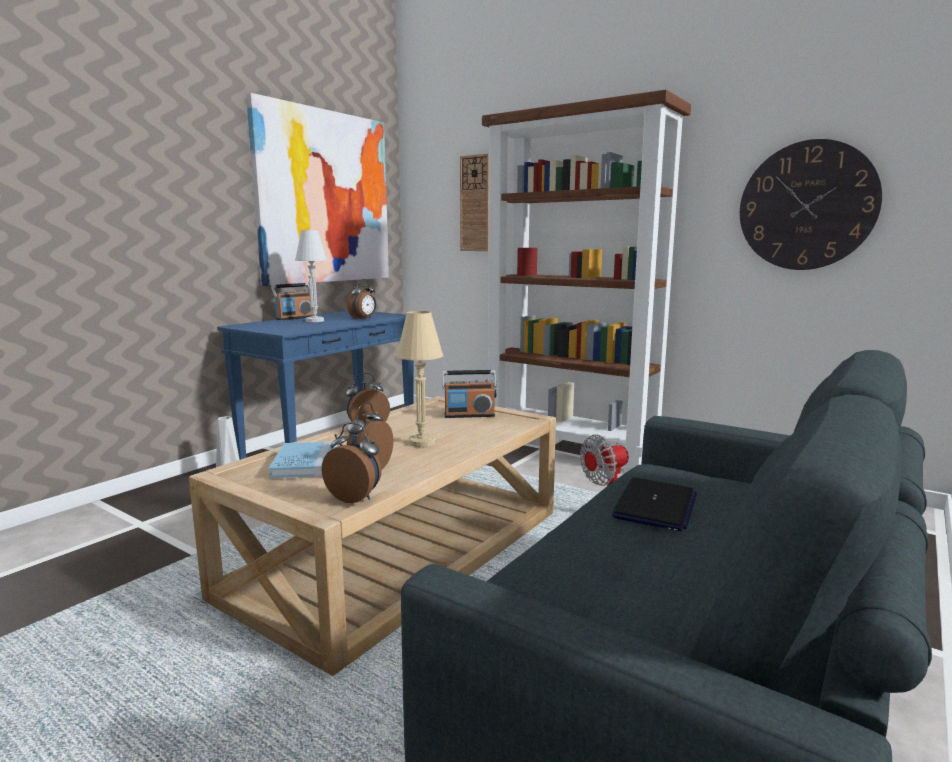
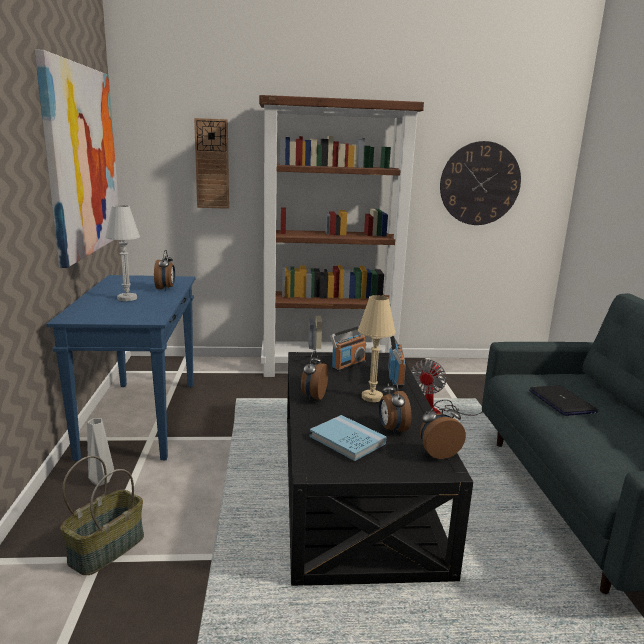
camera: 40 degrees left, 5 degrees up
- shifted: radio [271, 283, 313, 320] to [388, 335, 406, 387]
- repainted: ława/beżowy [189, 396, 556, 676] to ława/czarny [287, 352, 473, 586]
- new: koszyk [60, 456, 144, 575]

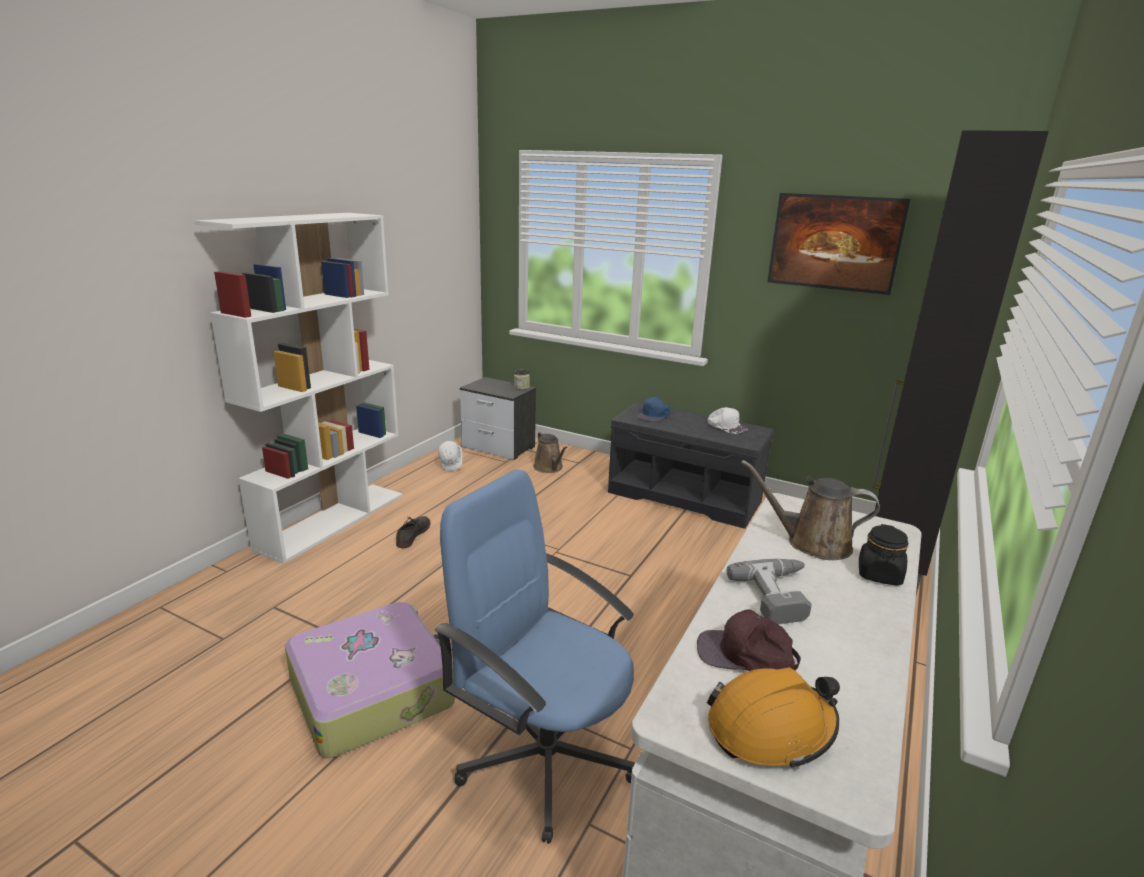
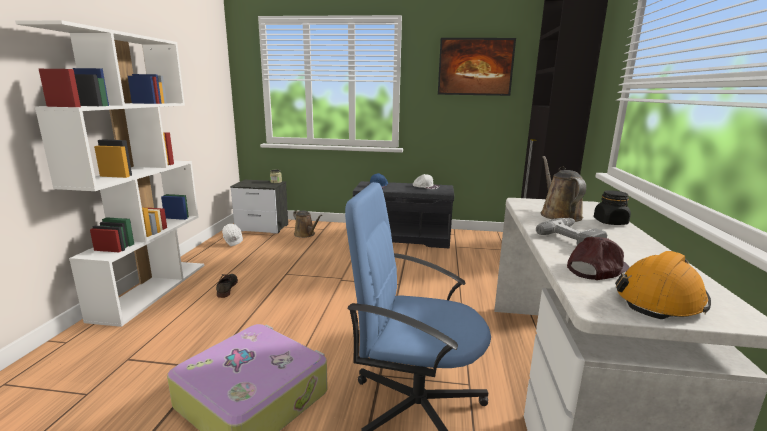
camera: 20 degrees left, 5 degrees down
- rotated: konewka/brązowy [741, 460, 880, 560] = [540, 156, 586, 222] 90 degrees clockwise
- rotated: czapka z daszkiem/brązowy [697, 609, 801, 671] = [567, 237, 630, 280] 150 degrees clockwise

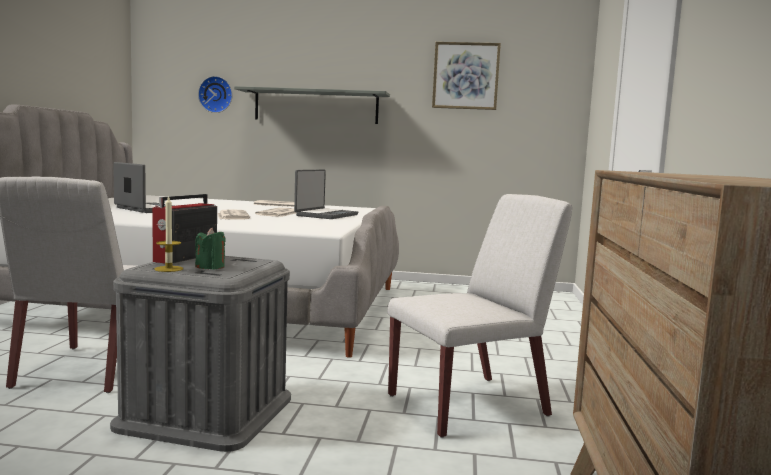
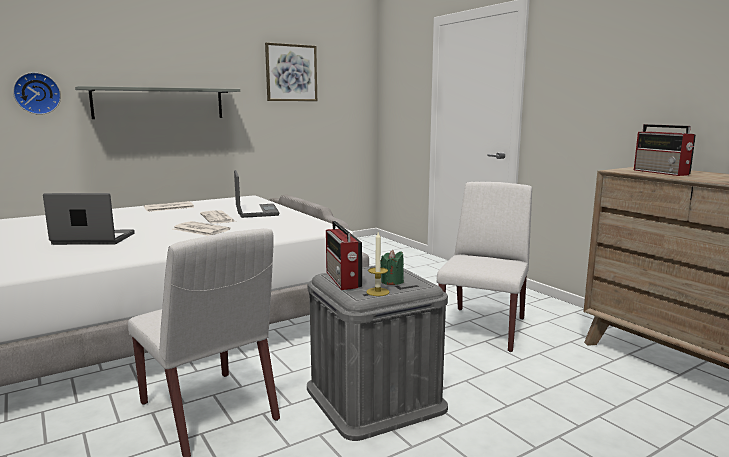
camera: 40 degrees left, 5 degrees up
- new: radio [634, 124, 696, 176]

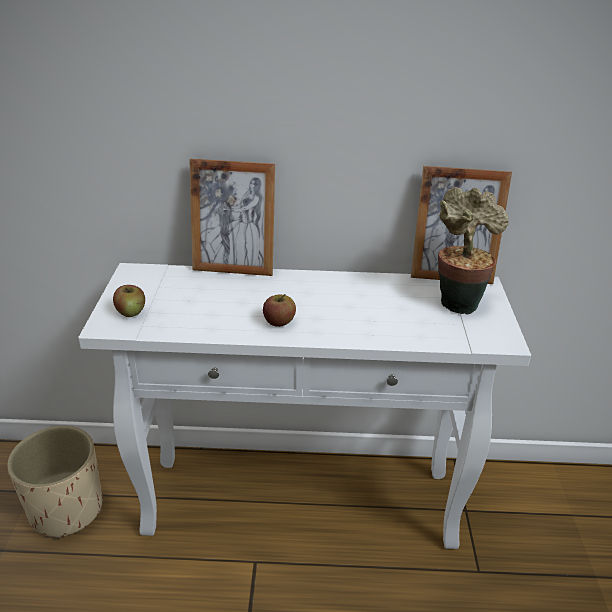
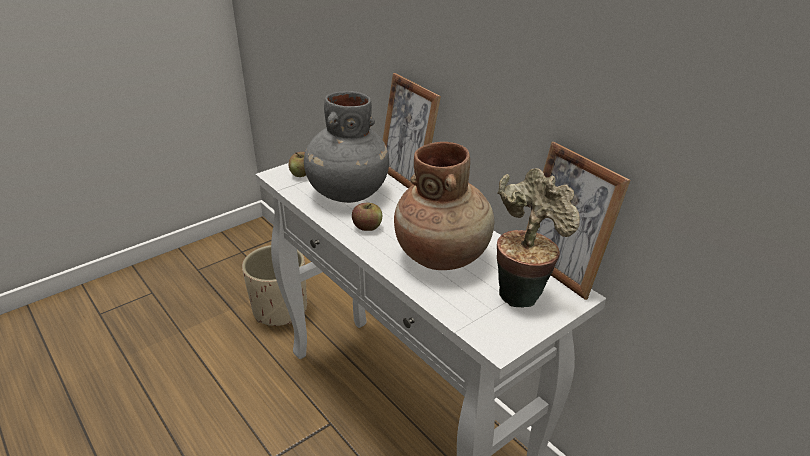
camera: 50 degrees right, 0 degrees up
- new: wazon/szary [304, 91, 389, 203]
- new: wazon/brązowy [394, 142, 494, 270]

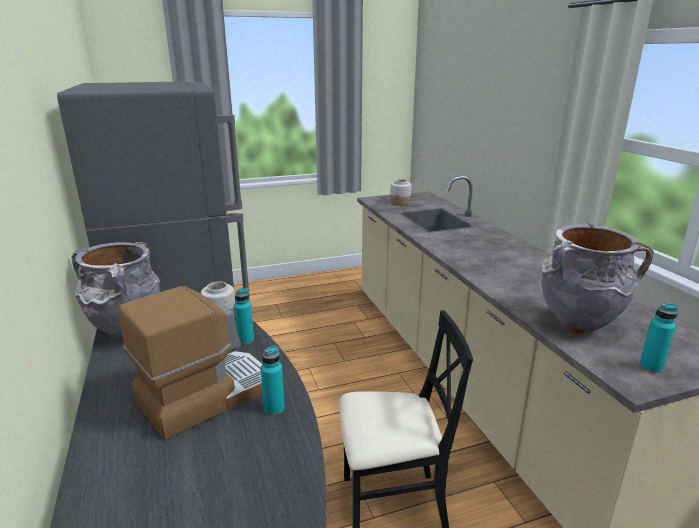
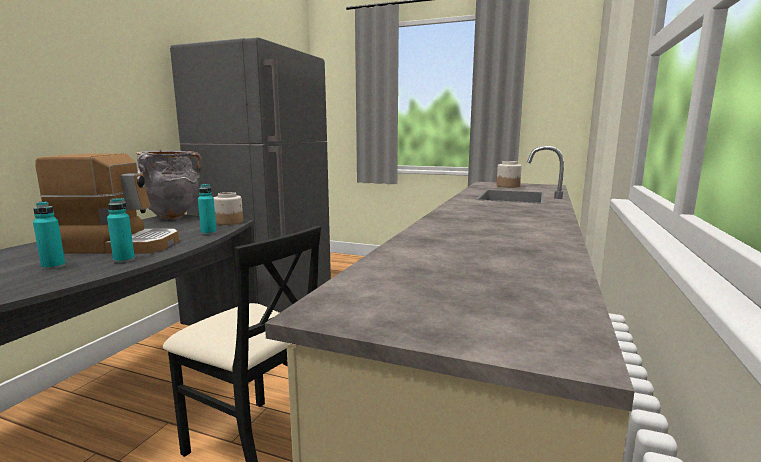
camera: 40 degrees right, 10 degrees down
- gone: wazon/szary [540, 222, 654, 335]
- shifted: butelka/turkusowy [639, 303, 679, 373] to [33, 201, 66, 270]

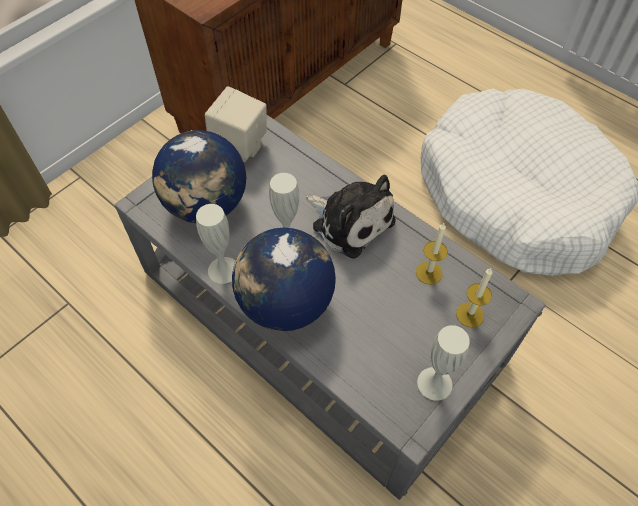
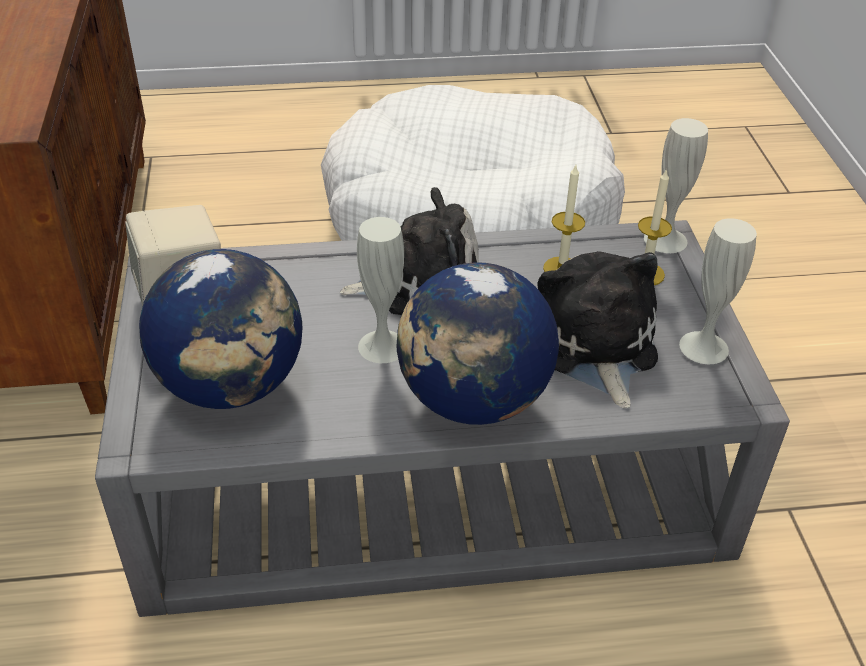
camera: 50 degrees left, 15 degrees down
- shifted: wazon/biały [196, 204, 235, 284] to [644, 118, 708, 253]
- new: pluszak [537, 251, 658, 408]

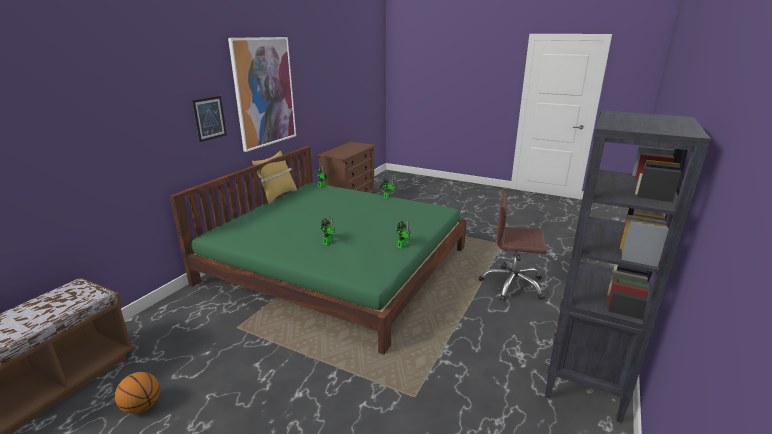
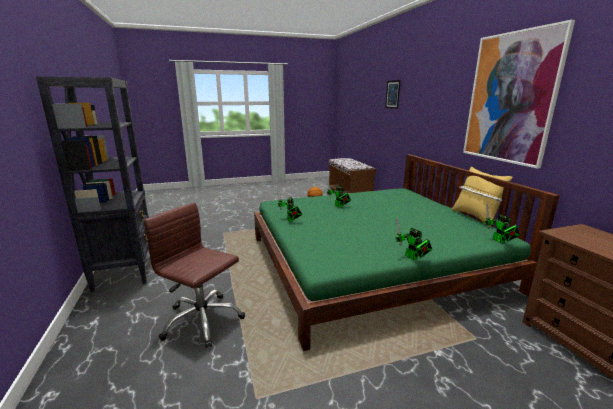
camera: 135 degrees right, 5 degrees down
- shifted: obraz [192, 96, 227, 142] to [385, 80, 401, 109]
- rotated: krzesło biurowe/brązowy [479, 190, 546, 301] = [143, 202, 245, 348] 120 degrees counterclockwise

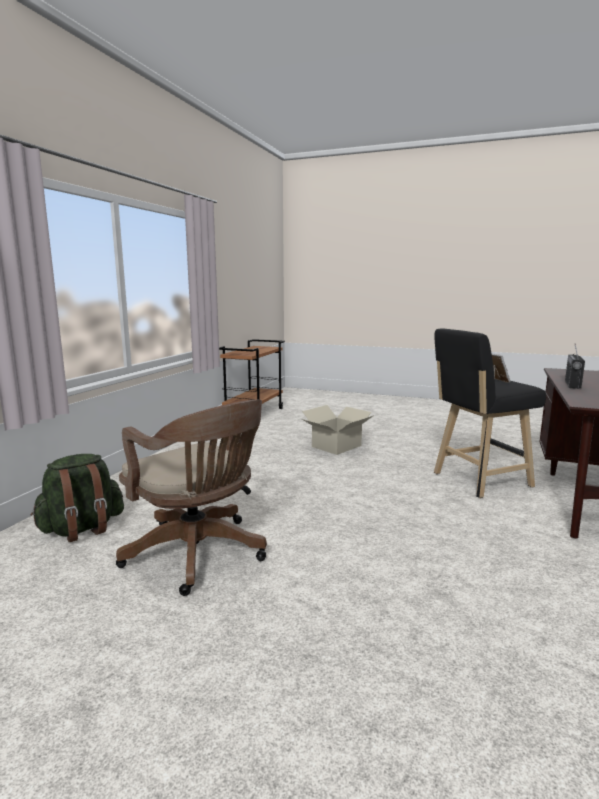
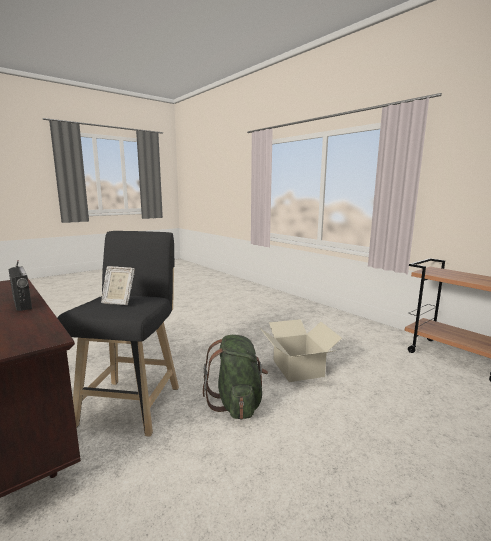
camera: 120 degrees right, 0 degrees up
- gone: krzesło biurowe/brązowy [116, 400, 267, 596]
- shifted: plecak/zielony [31, 454, 124, 542] to [203, 335, 268, 420]

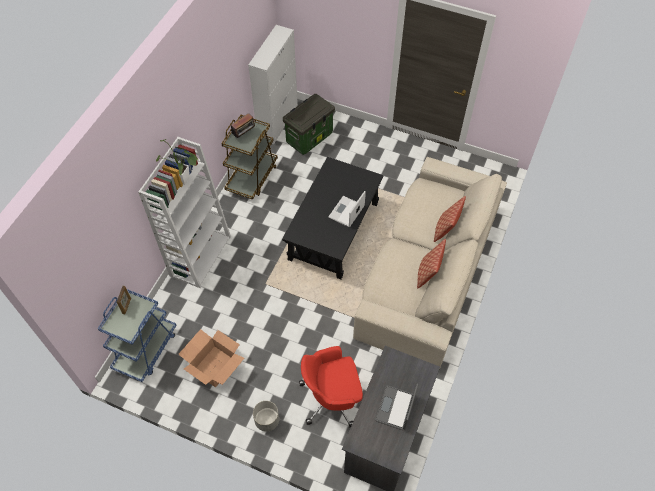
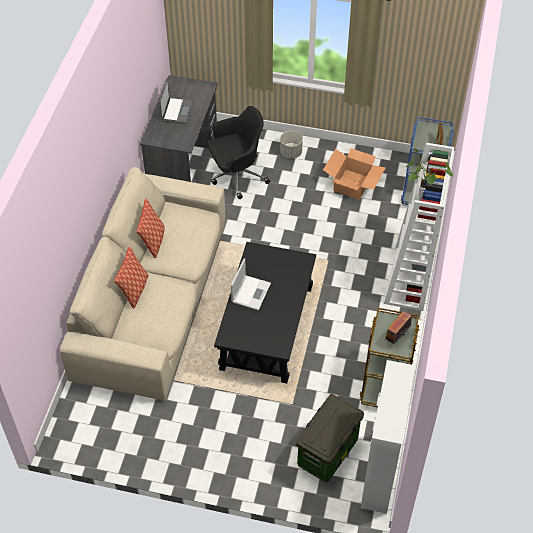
camera: 170 degrees right, 5 degrees down
- repainted: krzesło biurowe/czerwony [299, 346, 363, 427] to krzesło biurowe/czarny [208, 106, 270, 199]

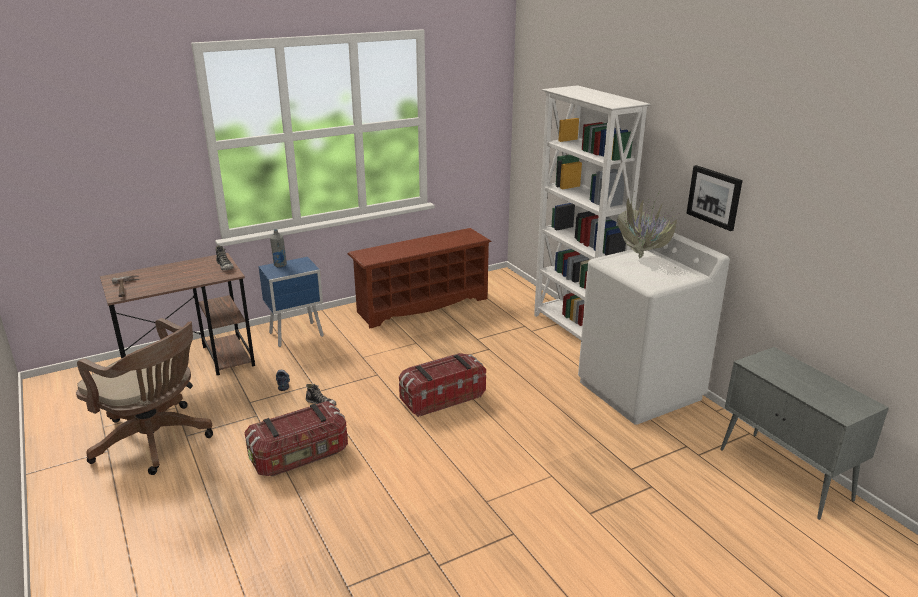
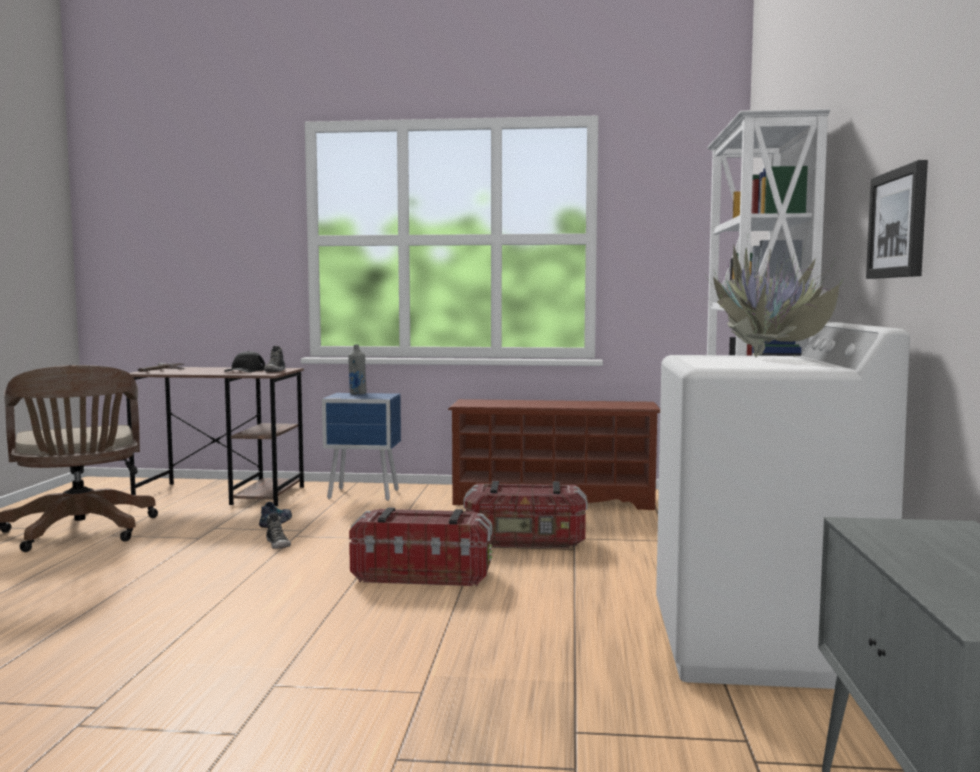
camera: 35 degrees right, 20 degrees down
- shifted: pojemnik do przechowywania [244, 401, 348, 476] to [463, 481, 588, 548]
- new: czapka z daszkiem/czarny [224, 351, 265, 372]

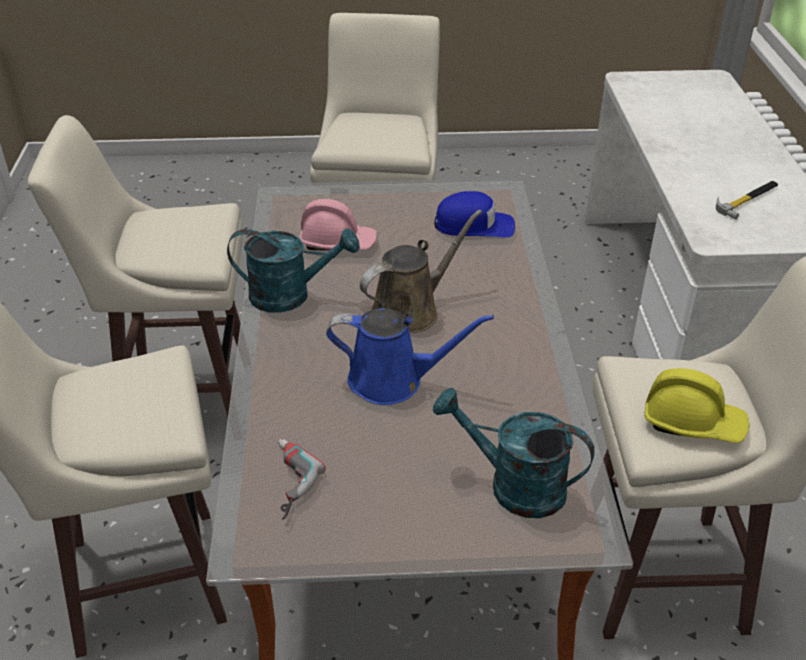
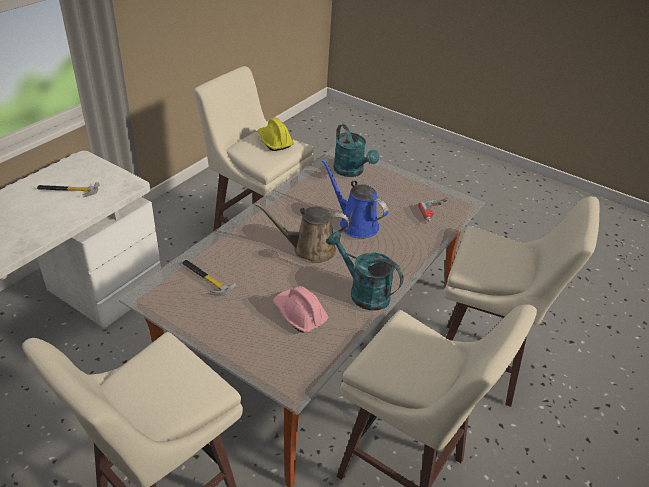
camera: 145 degrees left, 0 degrees up
- swapped: czapka z daszkiem/niebieski [434, 191, 515, 238] to młotek [182, 260, 237, 296]

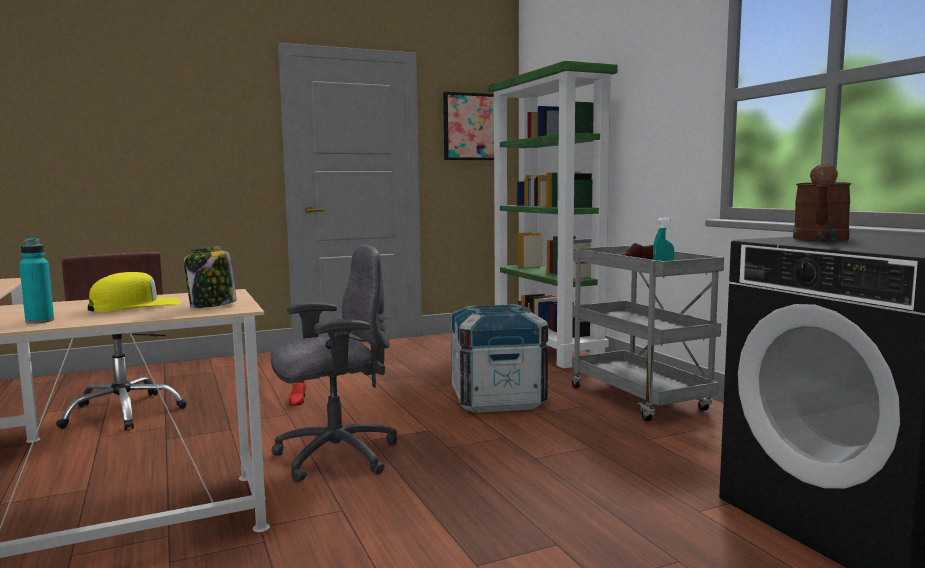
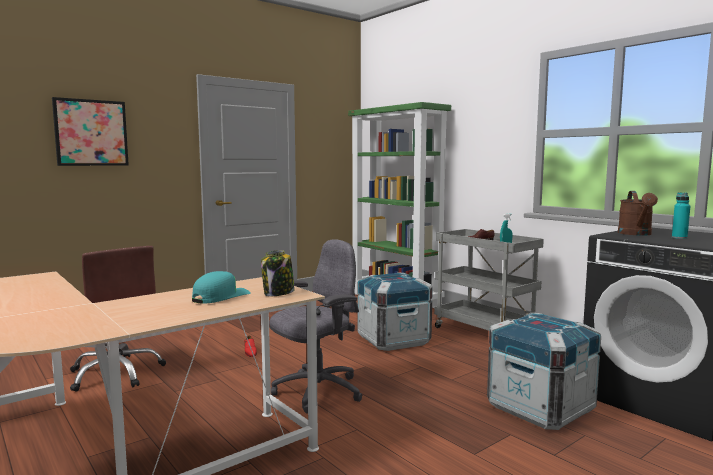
camera: 15 degrees left, 0 degrees up
- shifted: obraz [443, 92, 494, 160] to [52, 97, 129, 166]
- shifted: butelka/turkusowy [19, 238, 54, 324] to [672, 192, 690, 239]
- repainted: czapka z daszkiem/żółty [88, 272, 181, 312] to czapka z daszkiem/turkusowy [192, 271, 251, 303]
- new: skrzynka [487, 313, 601, 430]

